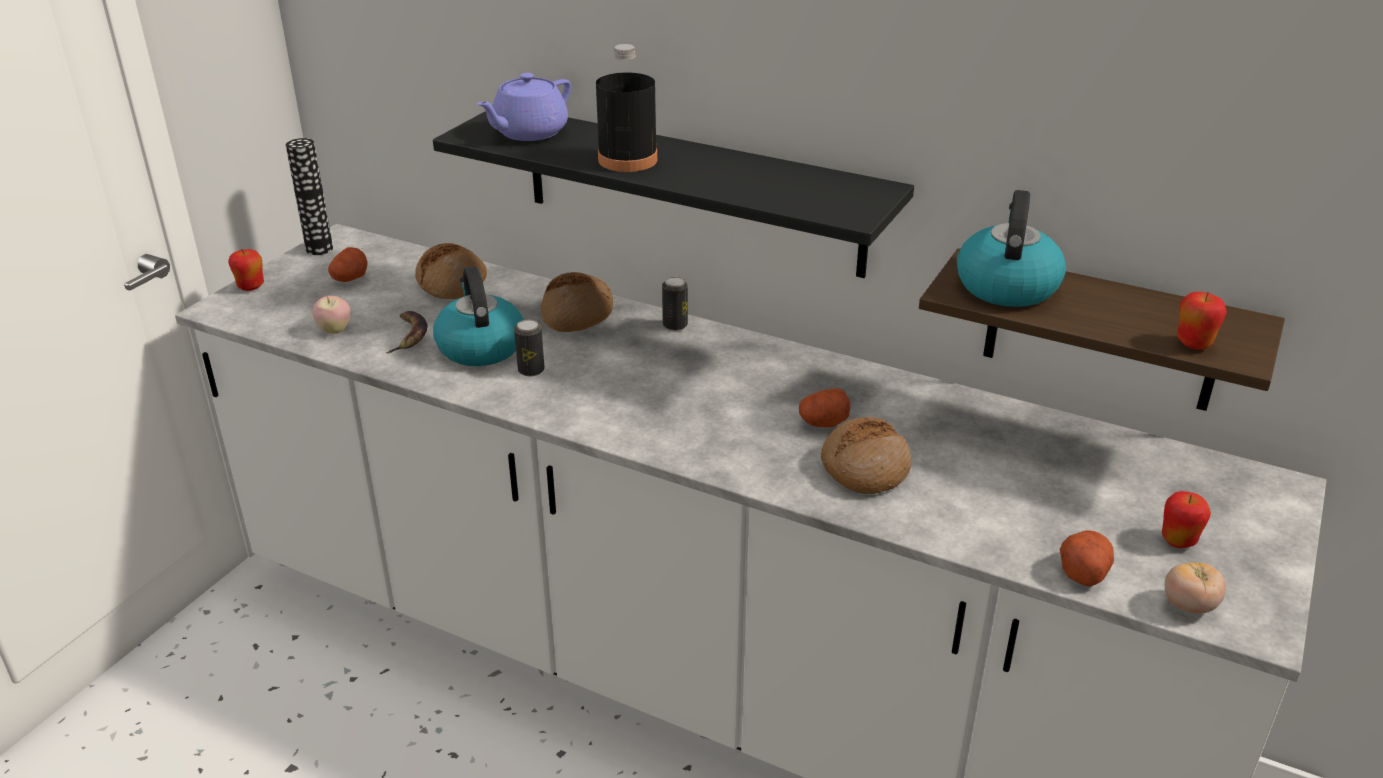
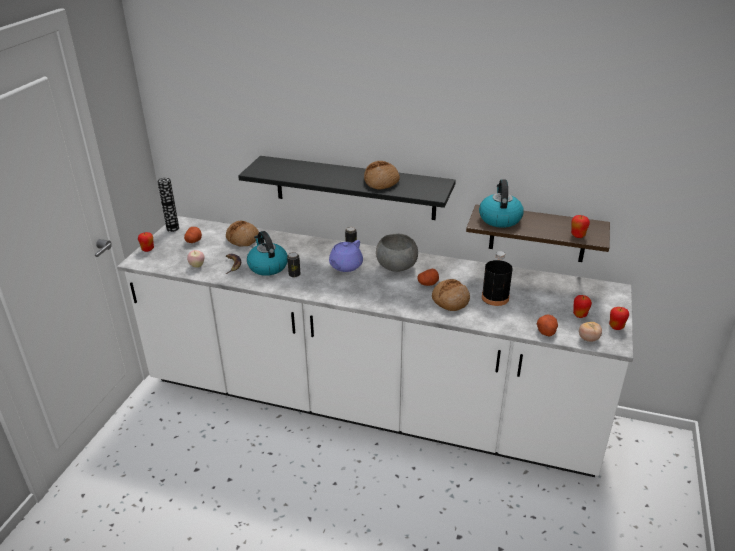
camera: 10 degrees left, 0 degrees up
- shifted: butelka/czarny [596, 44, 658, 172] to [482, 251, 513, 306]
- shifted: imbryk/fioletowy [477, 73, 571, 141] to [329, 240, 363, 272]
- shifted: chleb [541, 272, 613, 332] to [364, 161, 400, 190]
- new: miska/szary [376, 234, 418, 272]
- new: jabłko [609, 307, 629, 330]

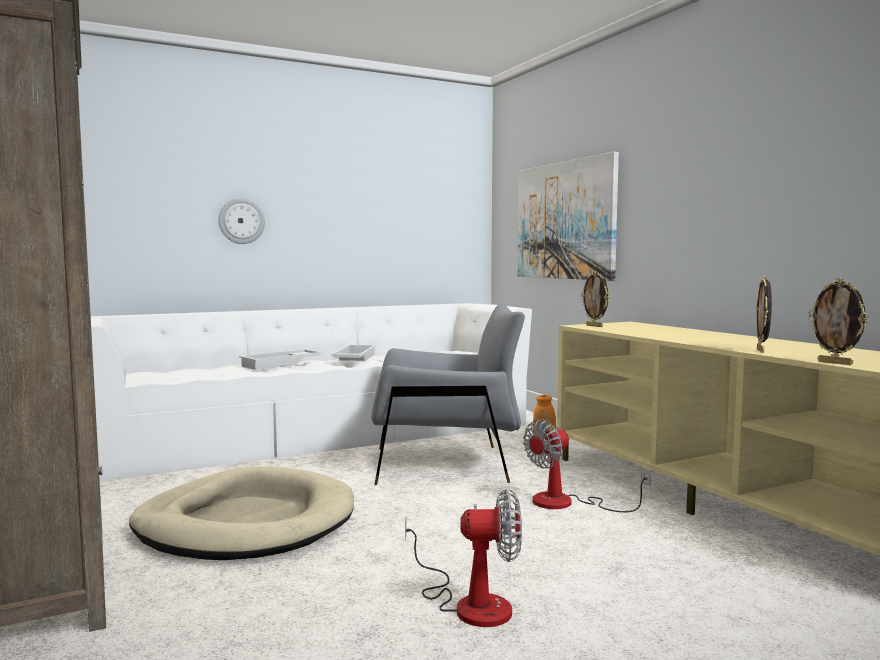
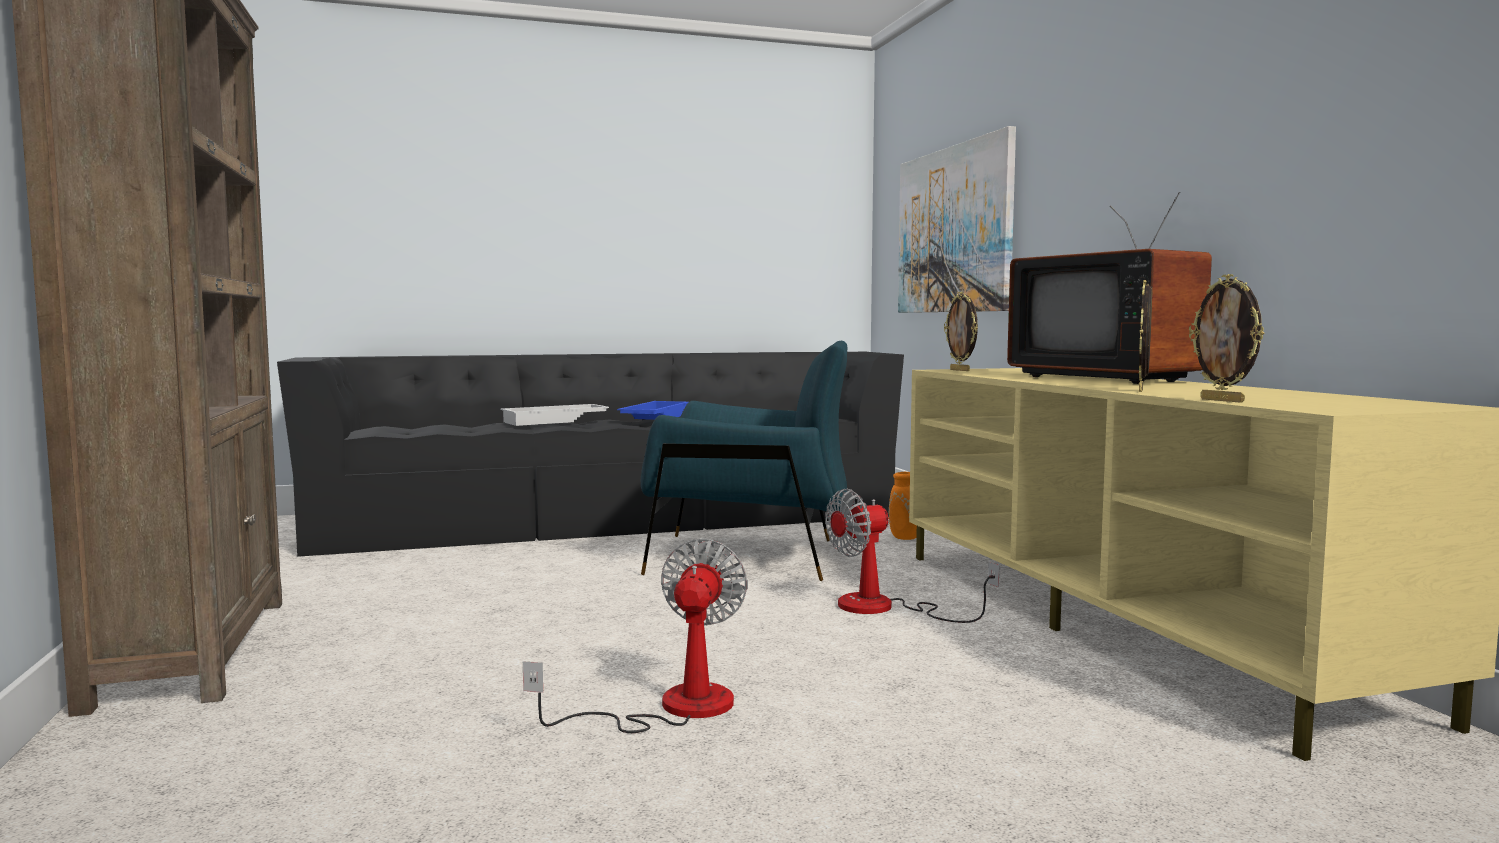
camera: 10 degrees right, 0 degrees up
- gone: zegar ścienny [219, 198, 265, 244]
- repainted: kanapa/biały [91, 303, 532, 481] to kanapa/czarny [277, 352, 904, 557]
- repainted: fotel/szary [371, 303, 525, 485] to fotel/niebieski [641, 341, 848, 581]
- repainted: taca/biały [331, 345, 376, 361] to taca/niebieski [617, 401, 688, 420]
- gone: legowisko/beżowy [129, 467, 354, 560]
- rotated: wentylator [405, 489, 522, 627] = [523, 538, 748, 733] 90 degrees counterclockwise
- new: telewizor [1007, 192, 1212, 384]

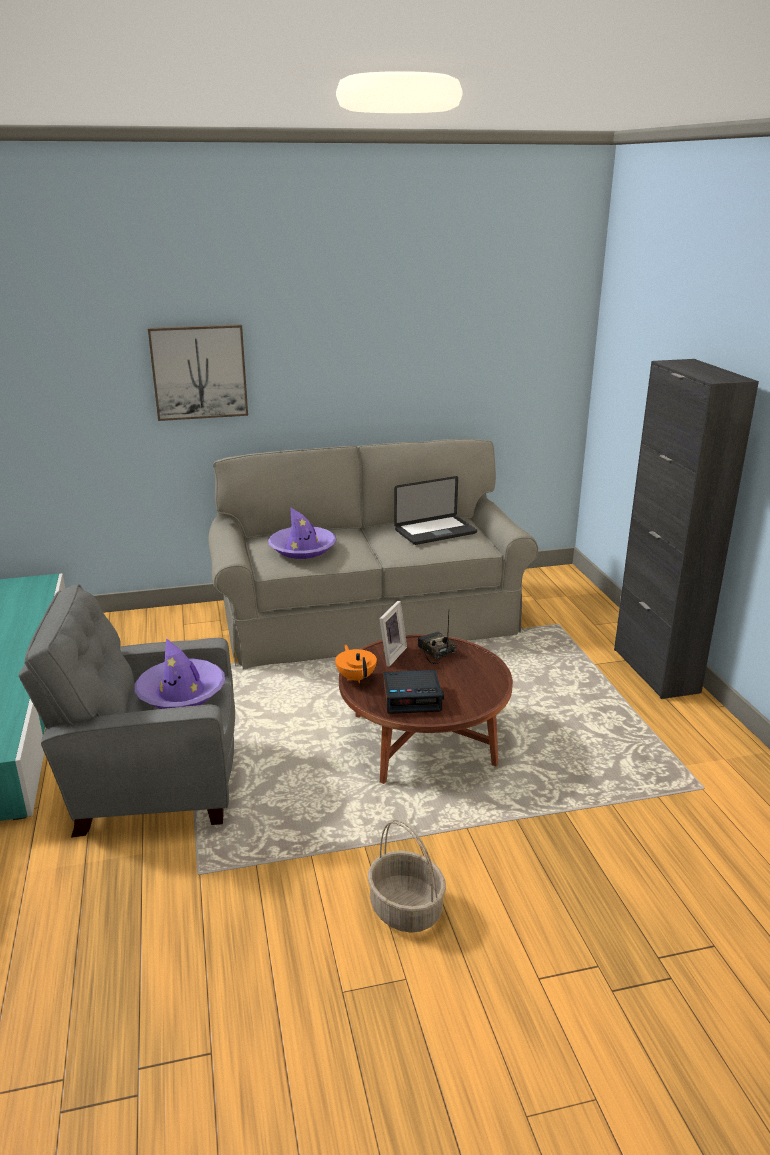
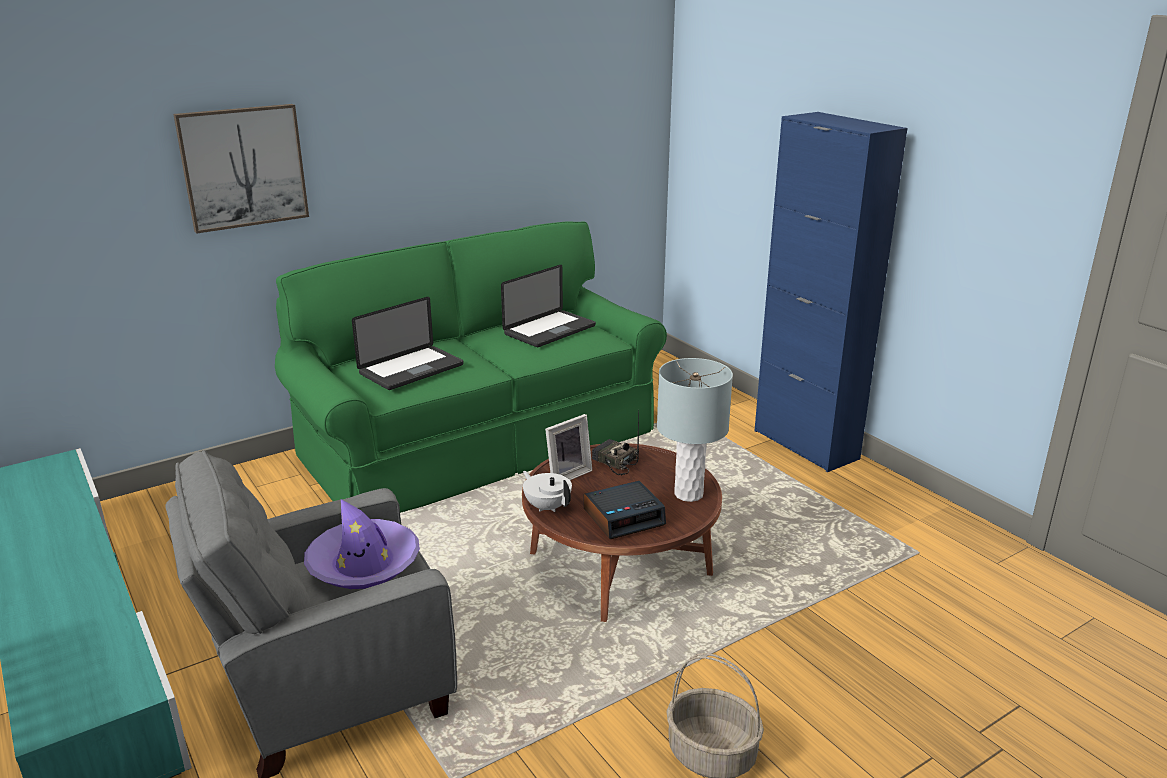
camera: 20 degrees left, 0 degrees up
- repainted: szafka/czarny [614, 359, 759, 699] to szafka/niebieski [755, 112, 907, 472]
- repainted: kanapa/szary [209, 439, 538, 670] to kanapa/zielony [275, 222, 667, 513]
- swapped: kapelusz/fioletowy [268, 507, 337, 559] to laptop [352, 297, 464, 390]
- rotated: ramka na zdjęcie [379, 601, 407, 667] = [545, 414, 593, 480] 45 degrees clockwise
- repainted: imbryk/pomarańczowy [335, 645, 377, 683] to imbryk/biały [523, 471, 572, 512]
- new: lampa stołowa/szary [657, 358, 733, 502]

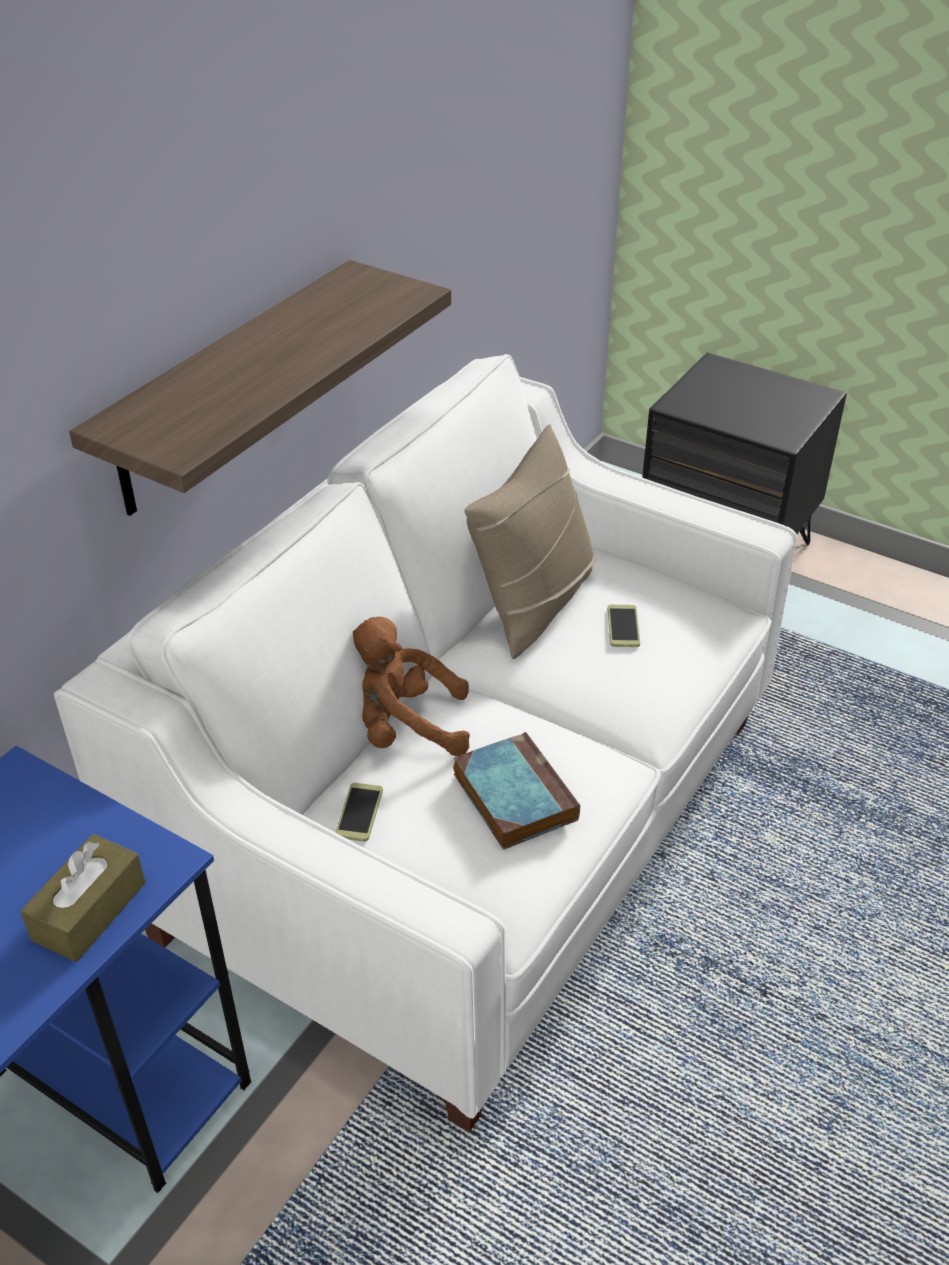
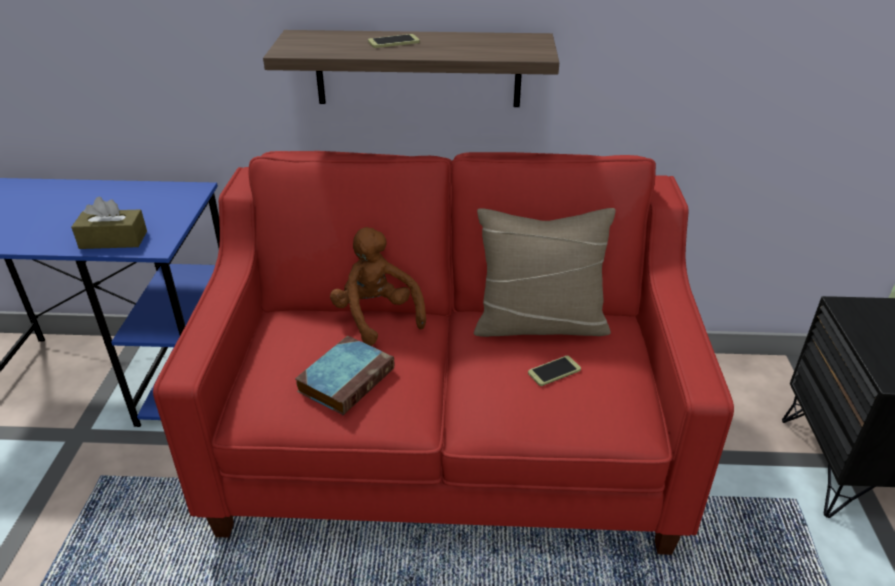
camera: 60 degrees right, 5 degrees down
- repainted: kanapa/biały [54, 354, 797, 1132] to kanapa/czerwony [153, 151, 734, 555]
- shifted: telefon [335, 783, 383, 842] to [368, 34, 420, 48]

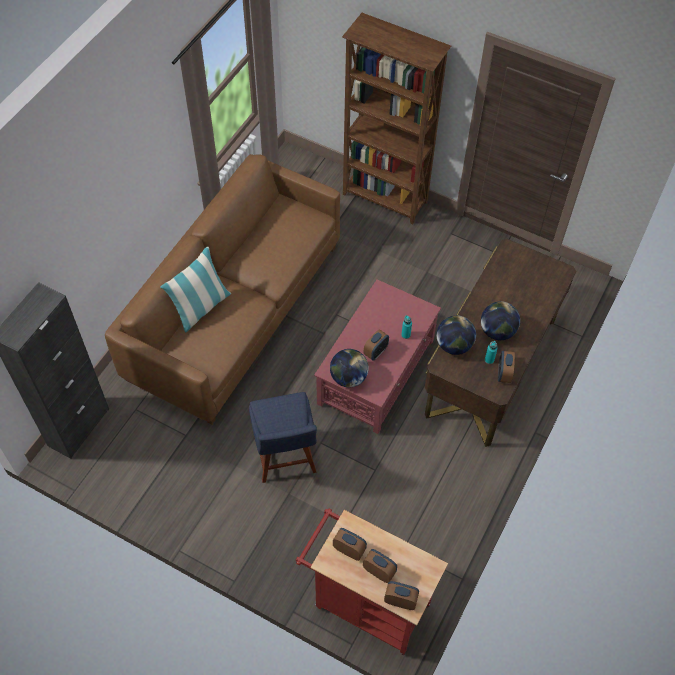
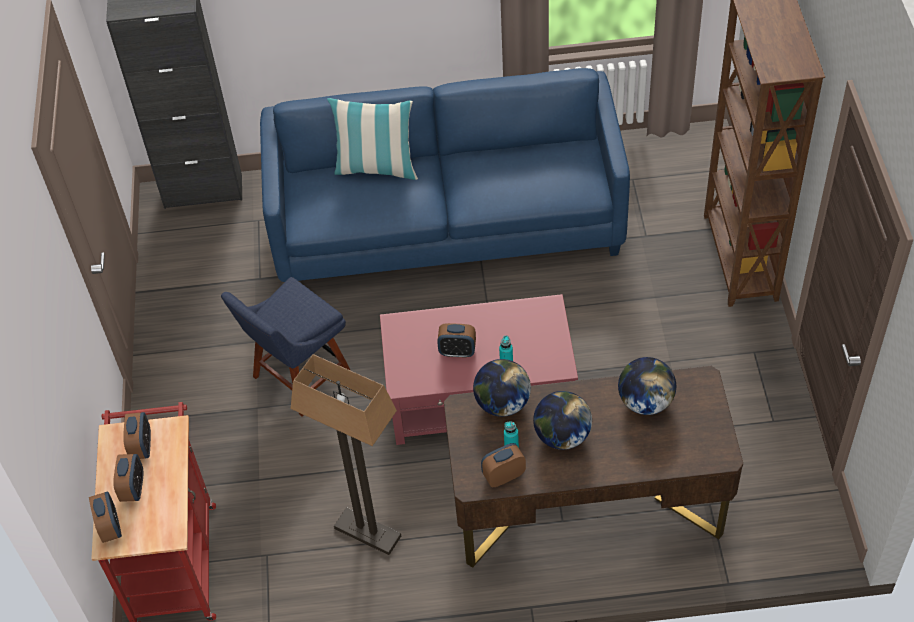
camera: 60 degrees right, 5 degrees down
- repainted: kanapa/brązowy [105, 154, 340, 425] to kanapa/niebieski [260, 68, 630, 282]
- shifted: globus [330, 349, 369, 387] to [618, 357, 676, 415]
- new: lampa stojąca [291, 354, 401, 555]

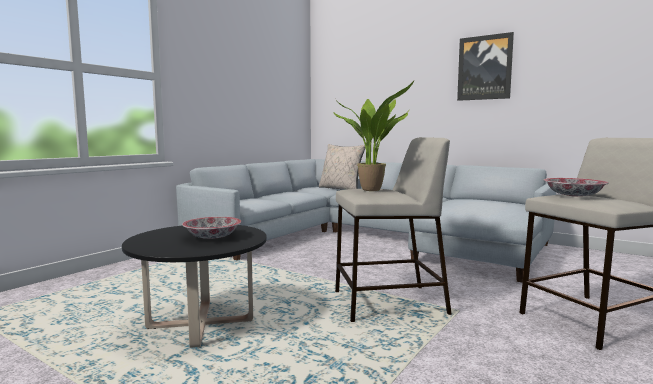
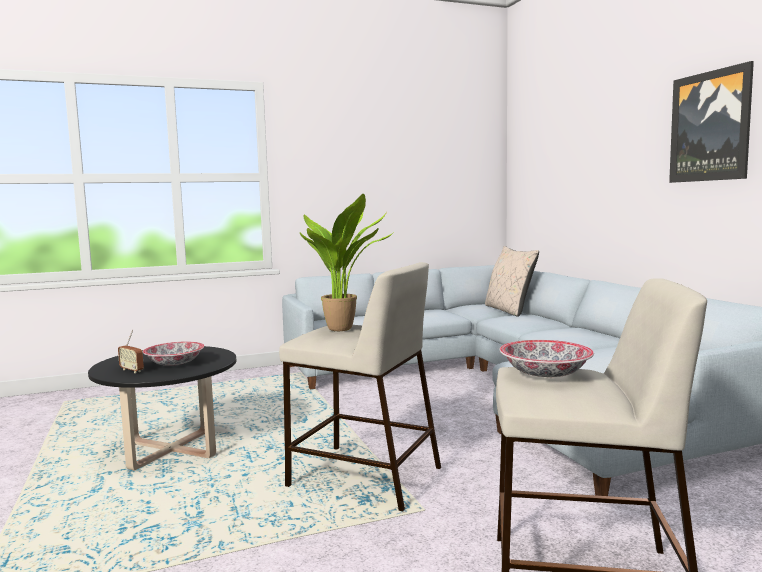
camera: 35 degrees right, 0 degrees up
- new: radio [118, 329, 144, 373]

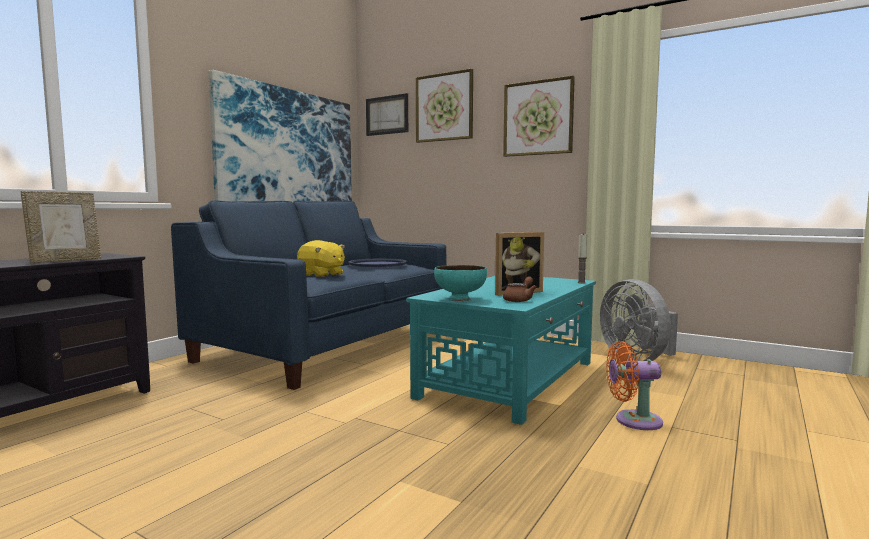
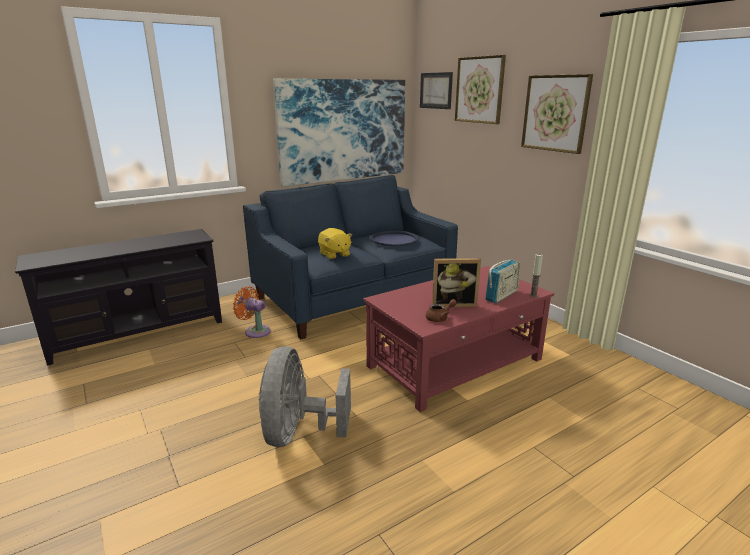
camera: 25 degrees right, 15 degrees up
- gone: ramka na zdjęcie [21, 191, 101, 263]
- gone: miska/turkusowy [434, 265, 487, 301]
- repainted: ława/turkusowy [406, 276, 596, 425] to ława/czerwony [363, 266, 554, 412]
- shifted: wentylator/szary [600, 279, 678, 361] to [259, 346, 351, 447]
- shifted: wentylator/pomarańczowy [606, 341, 663, 430] to [233, 286, 271, 338]
- new: radio [485, 260, 520, 303]

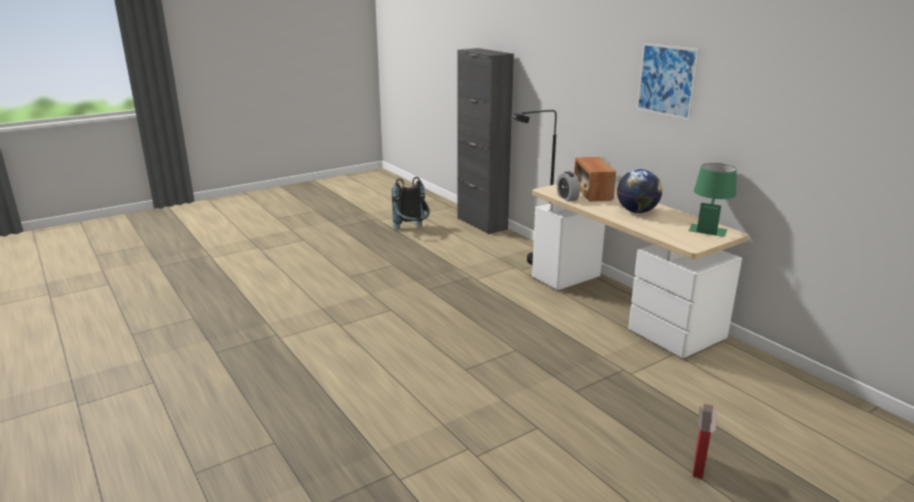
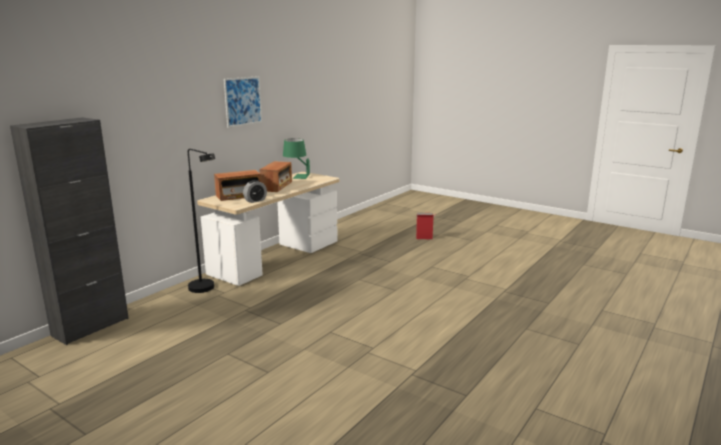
camera: 110 degrees left, 5 degrees down
- swapped: globus [617, 169, 662, 213] to radio [259, 161, 292, 192]
- gone: plecak/czarny [391, 177, 430, 229]

